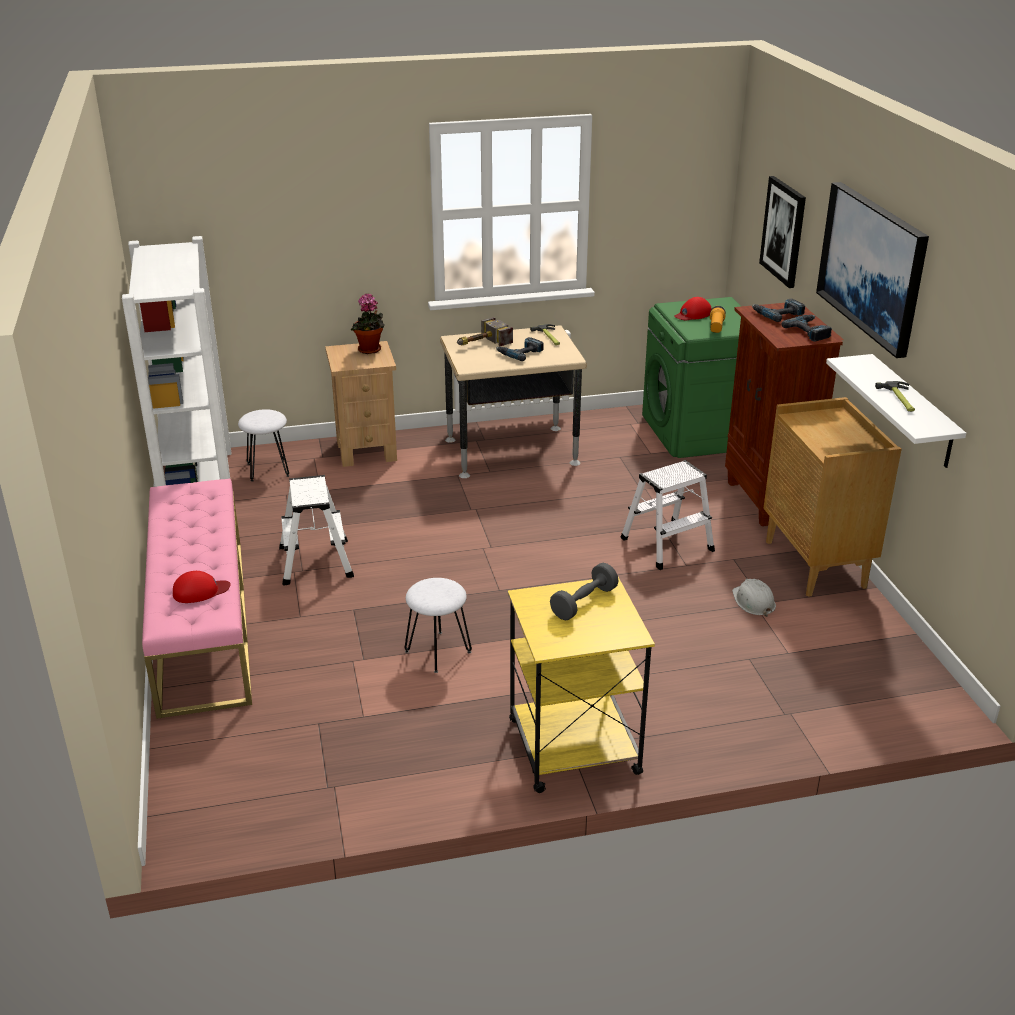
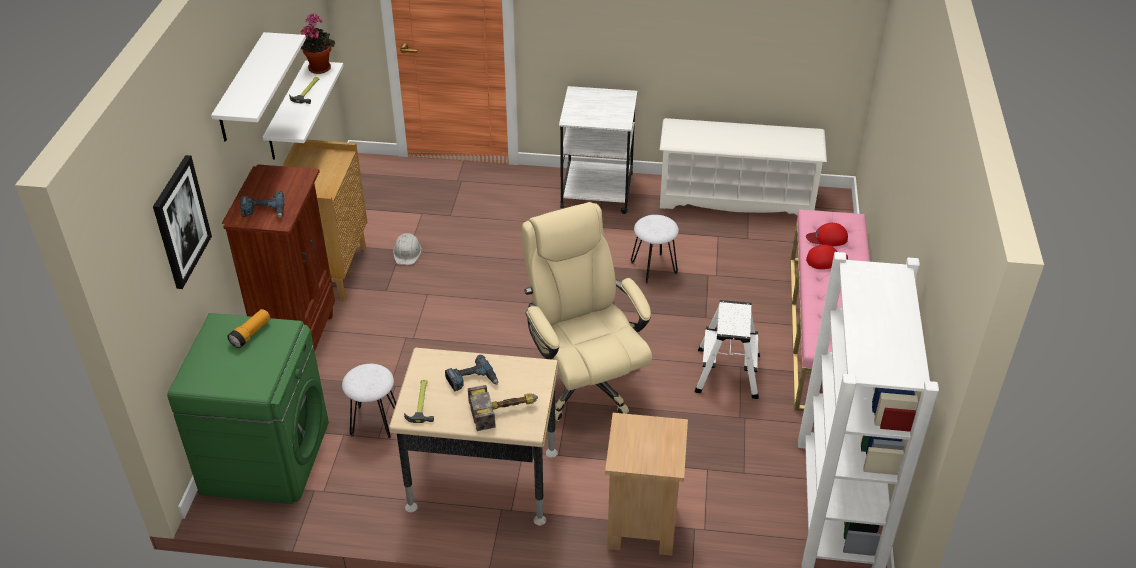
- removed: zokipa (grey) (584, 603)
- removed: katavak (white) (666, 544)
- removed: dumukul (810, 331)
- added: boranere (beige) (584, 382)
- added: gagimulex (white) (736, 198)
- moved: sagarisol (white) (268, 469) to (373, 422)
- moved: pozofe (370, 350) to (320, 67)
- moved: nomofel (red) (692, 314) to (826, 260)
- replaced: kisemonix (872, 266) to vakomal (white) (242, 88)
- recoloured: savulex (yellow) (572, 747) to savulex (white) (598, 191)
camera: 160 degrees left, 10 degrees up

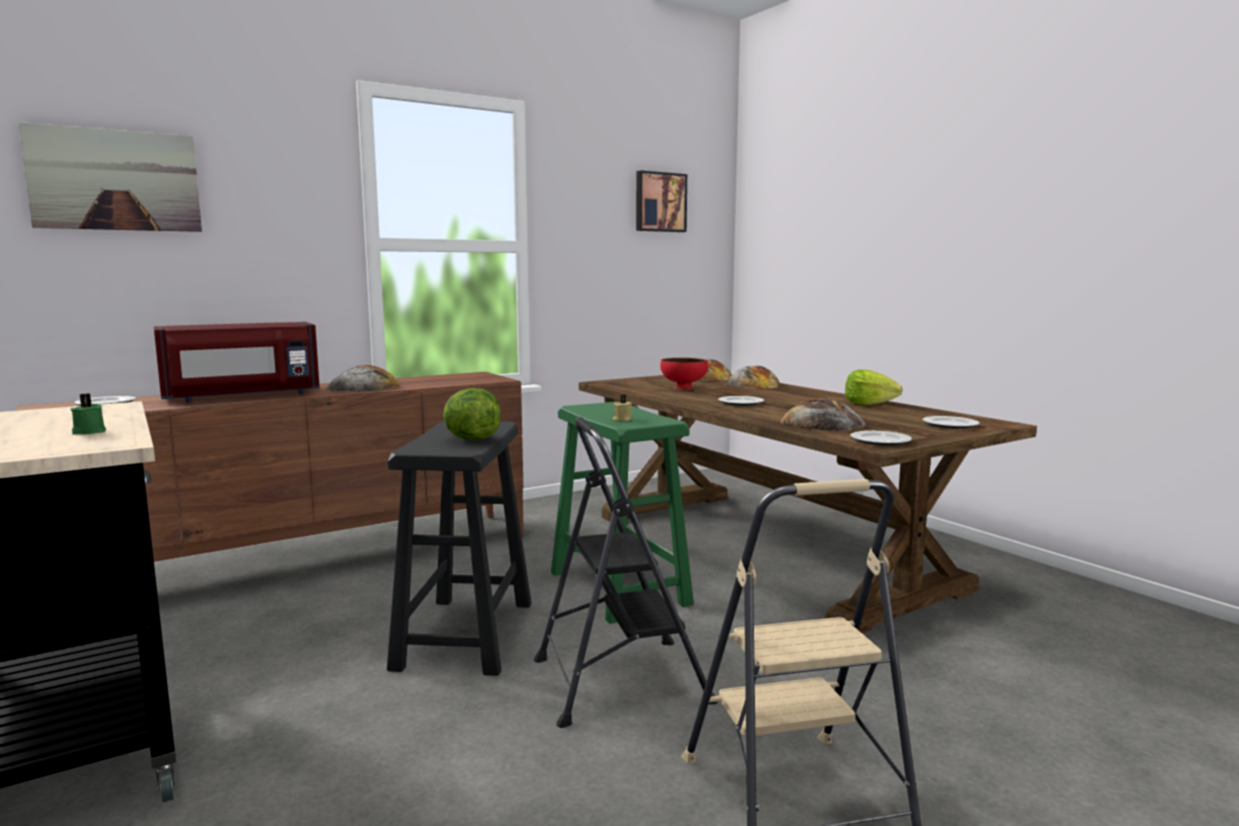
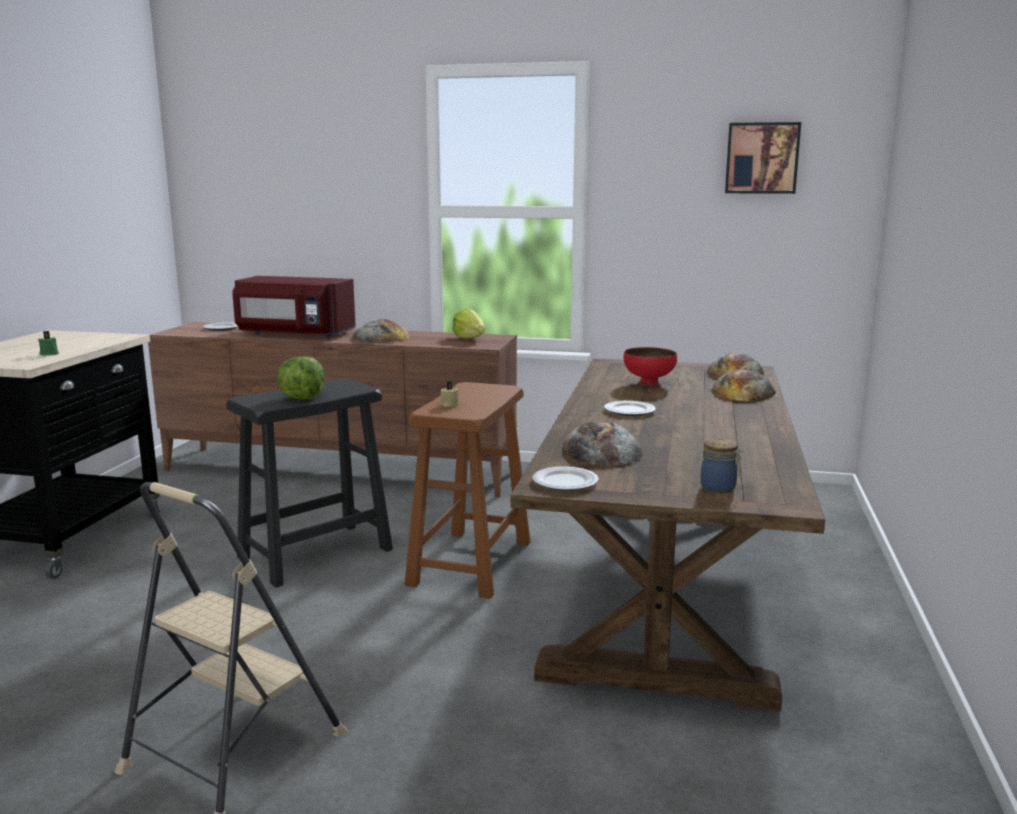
- removed: kisemonix (115, 180)
- removed: katavak (black) (615, 680)
- moved: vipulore (868, 404) to (470, 338)
- replaced: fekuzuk (950, 425) to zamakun (719, 488)
- recoloured: sagarisol (green) (618, 588) to sagarisol (brown) (471, 562)
camera: 45 degrees right, 5 degrees up

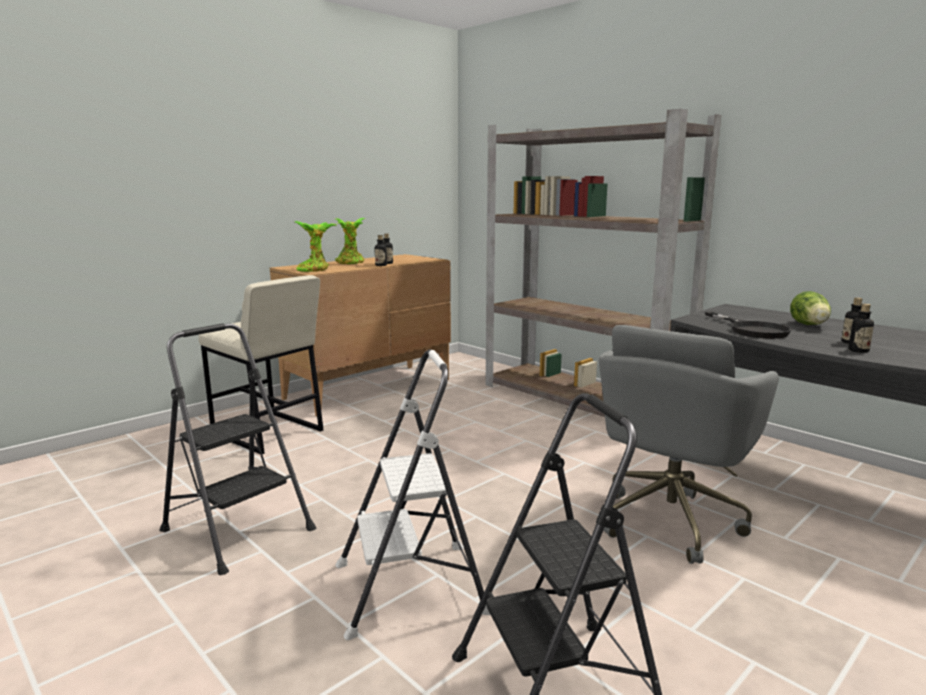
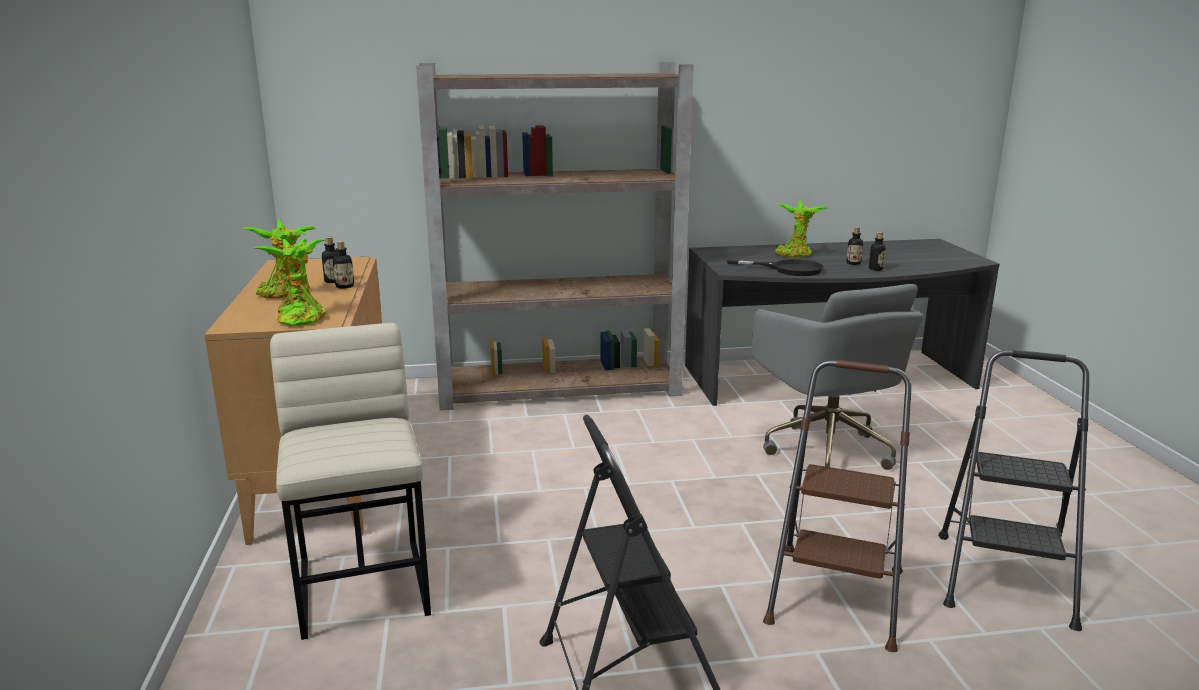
- replaced: vipulore (810, 325) to pozofe (795, 255)
- recoloured: katavak (white) (415, 586) to katavak (brown) (837, 592)
- turned: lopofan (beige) (269, 433) = (363, 584) 90 degrees counterclockwise
camera: 55 degrees left, 5 degrees up

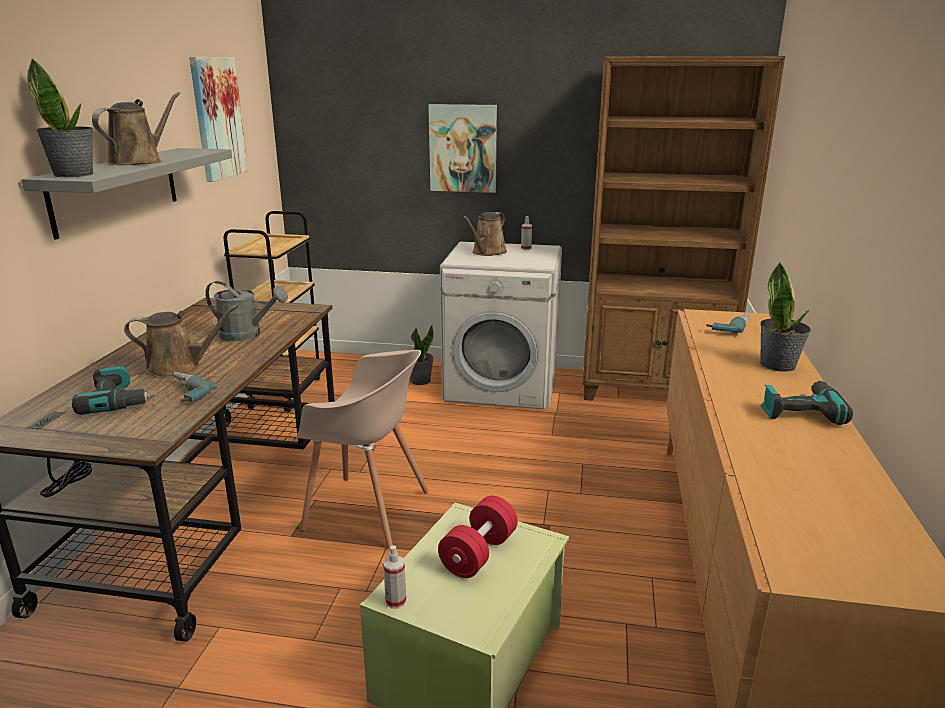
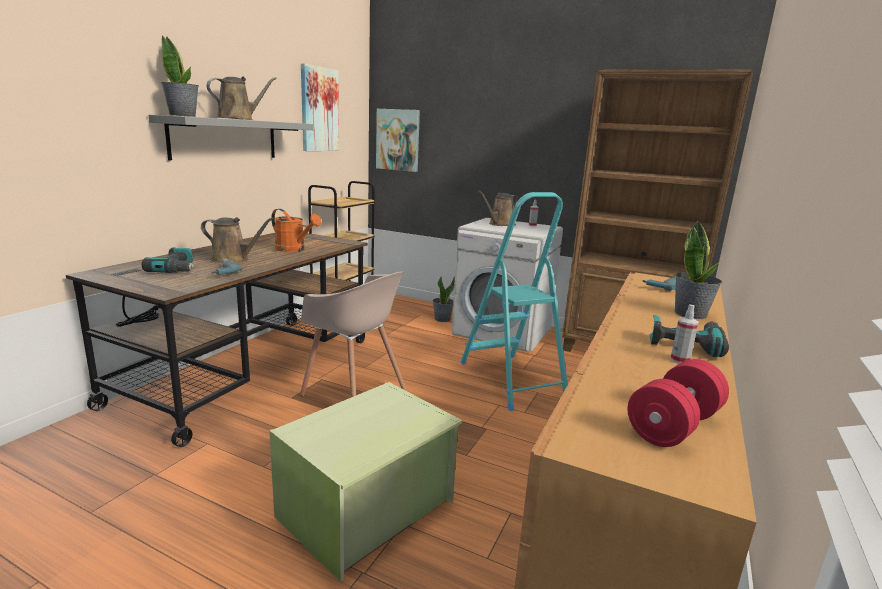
- added: katavak (turquoise) (510, 379)
- moved: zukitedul (395, 601) to (680, 360)
- moved: kisemonix (463, 148) to (398, 140)
- moved: zokipa (red) (478, 553) to (674, 425)
- recoloured: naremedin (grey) (247, 335) to naremedin (orange) (294, 249)
camera: 15 degrees right, 5 degrees down

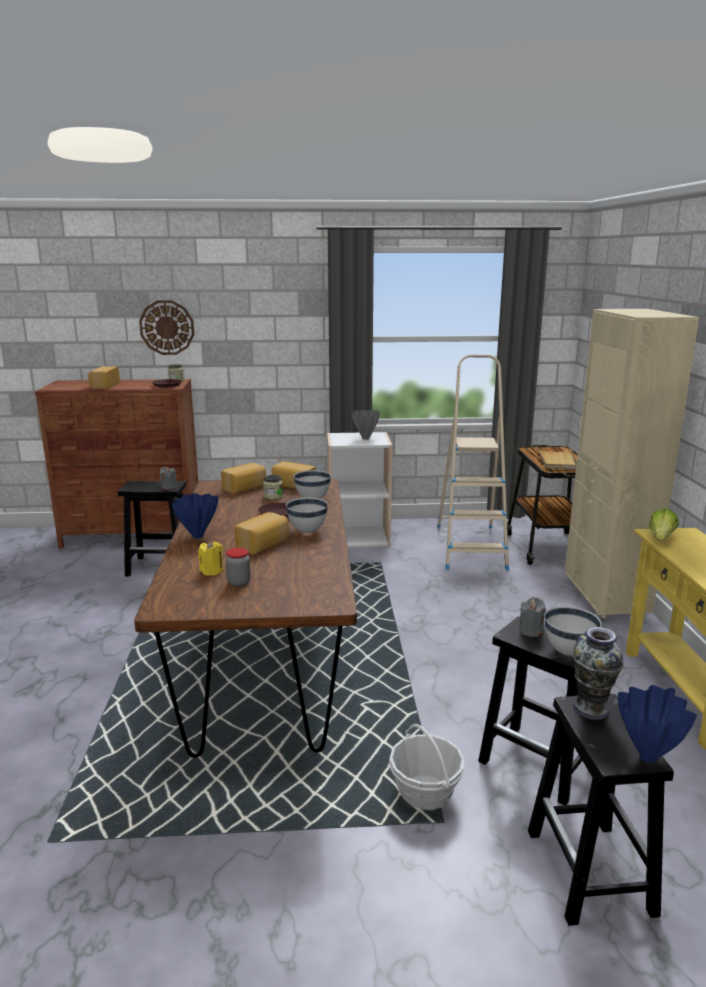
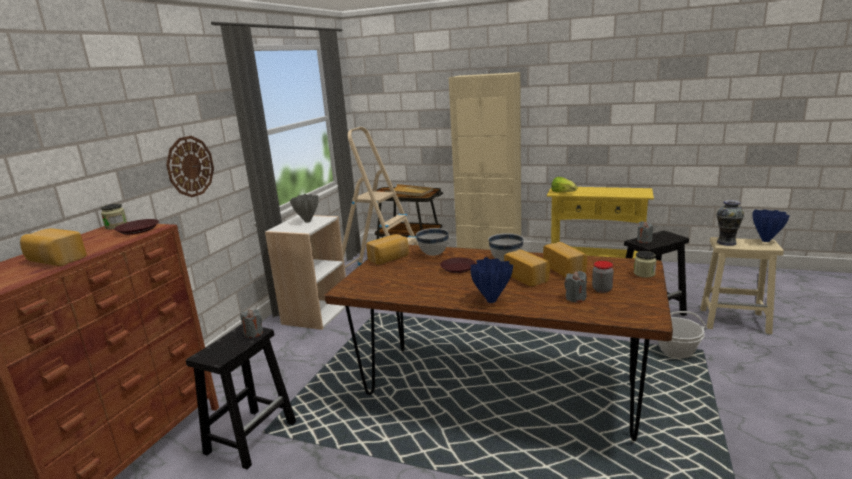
- removed: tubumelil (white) (568, 652)
- moved: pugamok (167, 327) to (190, 166)
- moved: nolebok (245, 488) to (565, 269)
- moved: zamakun (273, 496) to (644, 273)
- recoloured: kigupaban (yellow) (212, 571) to kigupaban (grey) (575, 298)
- recoloured: sagarisol (black) (591, 873) to sagarisol (beige) (735, 321)
camera: 65 degrees left, 0 degrees up

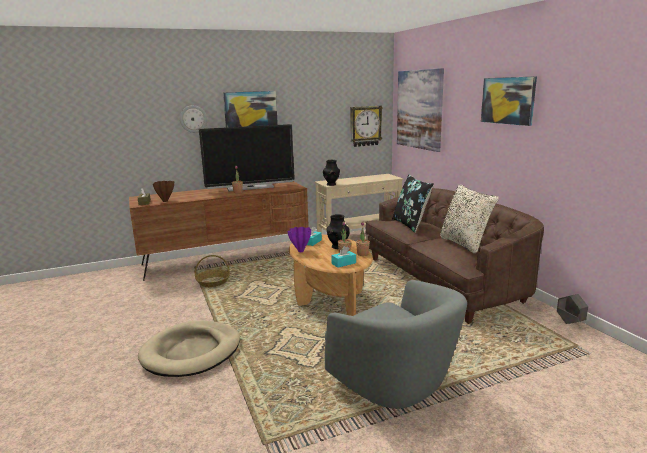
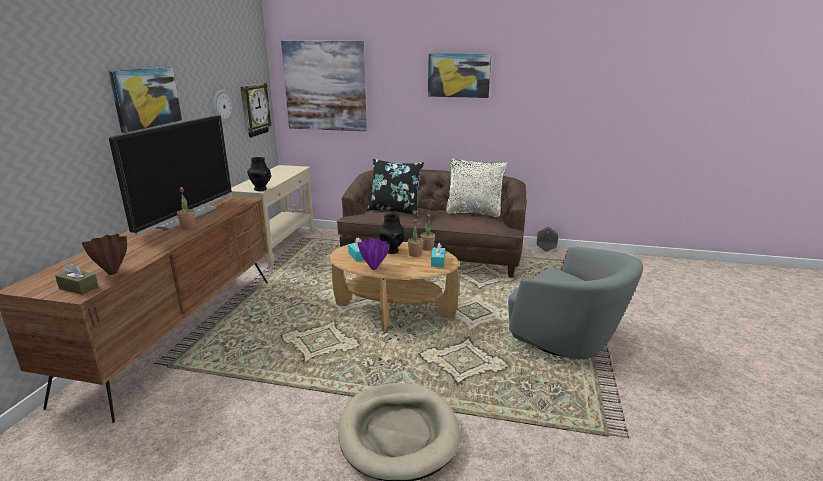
- removed: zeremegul (213, 282)
- moved: pugamok (193, 119) to (222, 106)
- turned: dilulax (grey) (395, 384) = (567, 340) 45 degrees clockwise
camera: 55 degrees left, 5 degrees up

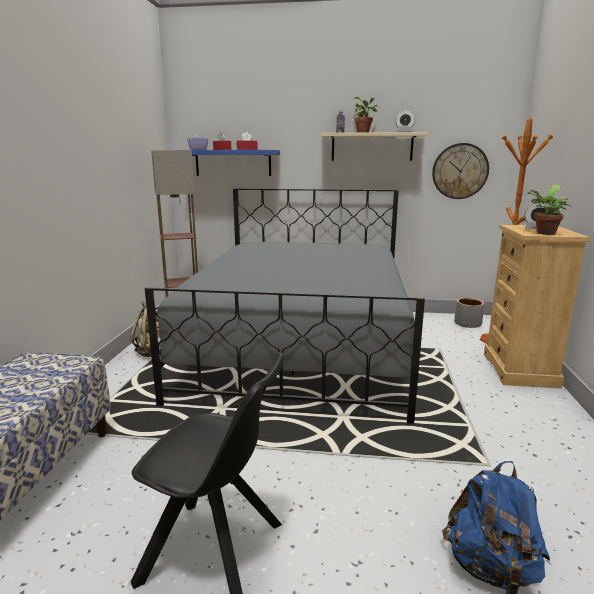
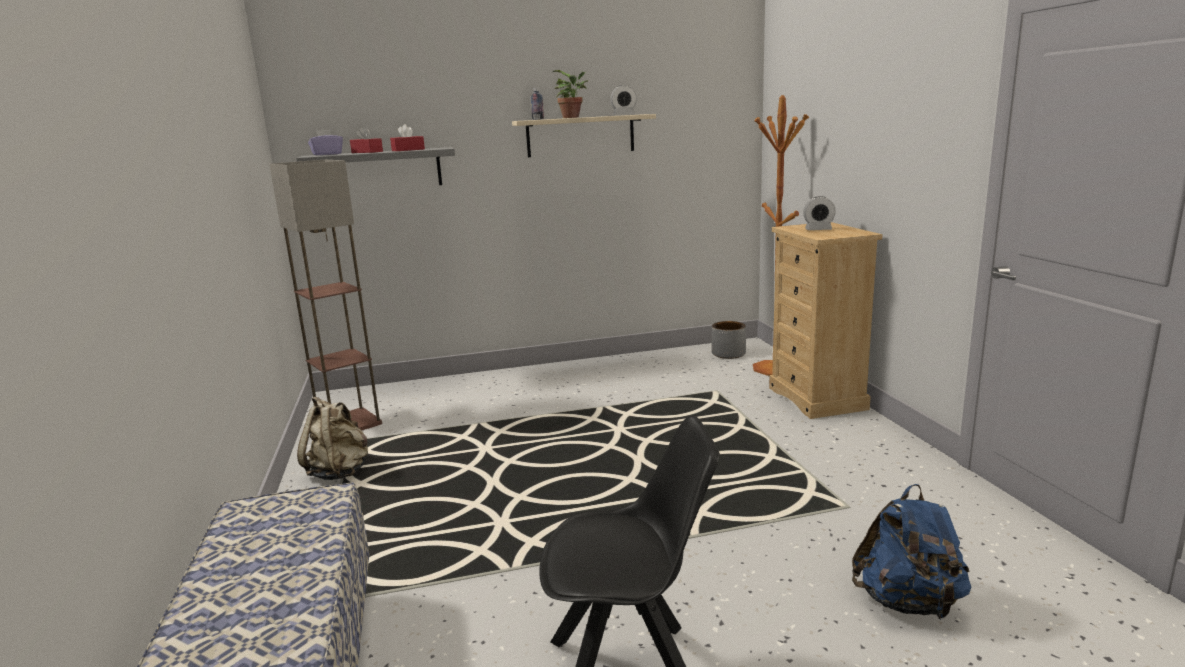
- removed: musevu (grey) (301, 348)
- removed: pugamok (460, 171)
- removed: pozofe (544, 233)
- recoloured: vakomal (blue) (233, 163) to vakomal (grey) (381, 170)
camera: 20 degrees left, 0 degrees up

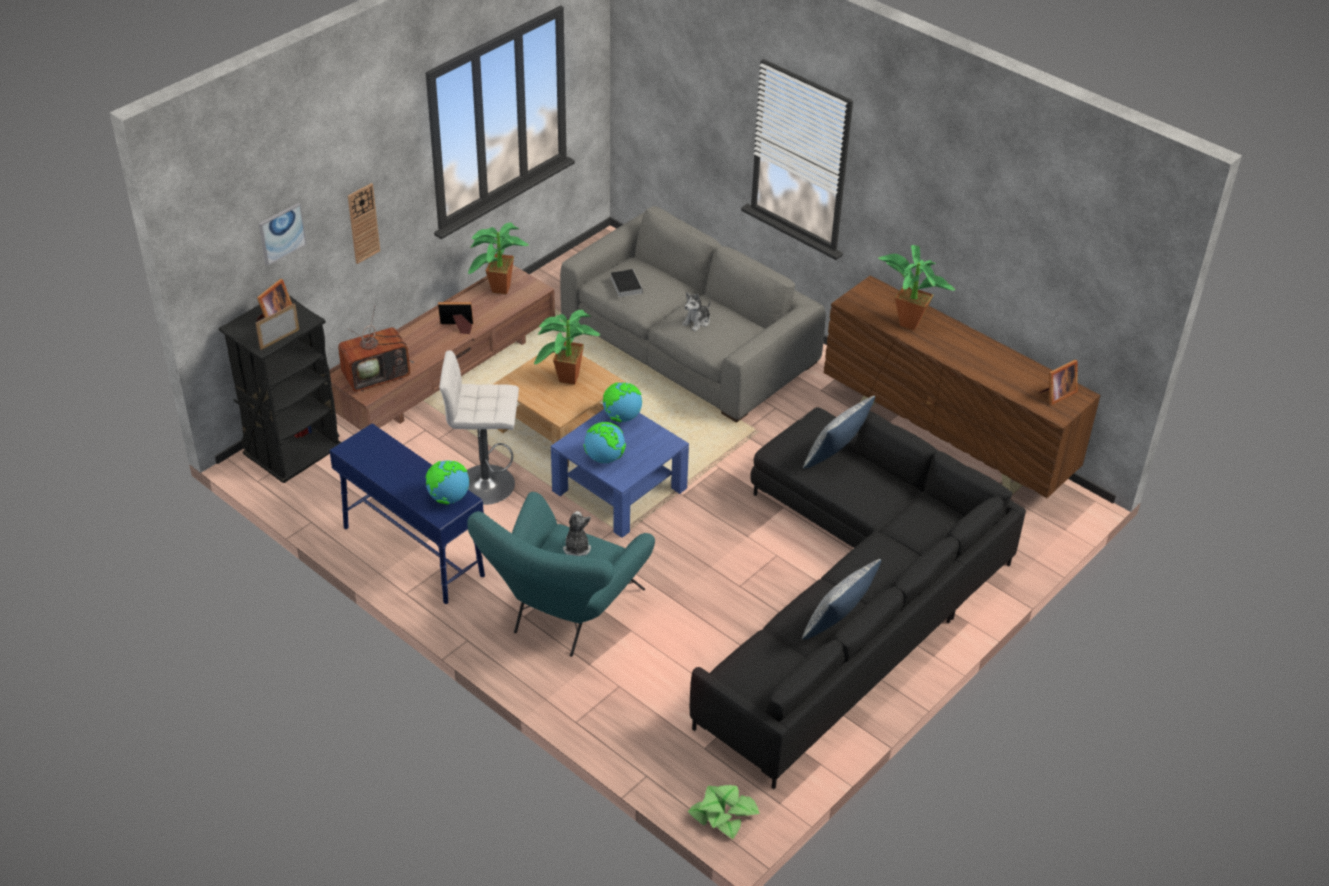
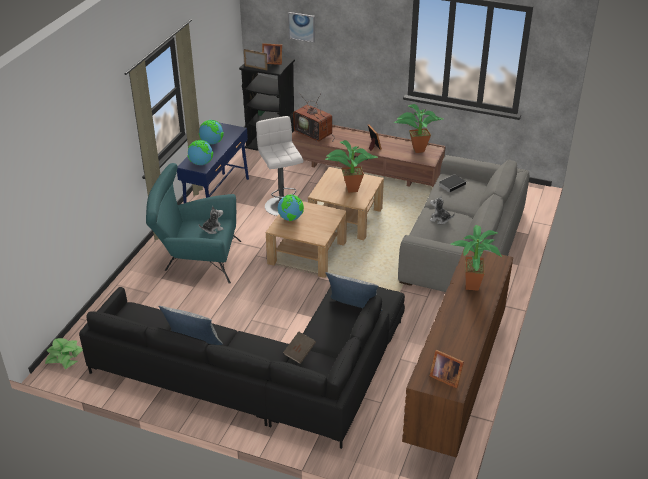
- removed: pugamok (363, 223)
- added: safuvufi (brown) (299, 353)
- moved: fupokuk (621, 417) to (212, 143)
- recoloured: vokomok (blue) (619, 489) to vokomok (brown) (307, 252)
camera: 70 degrees right, 5 degrees down

